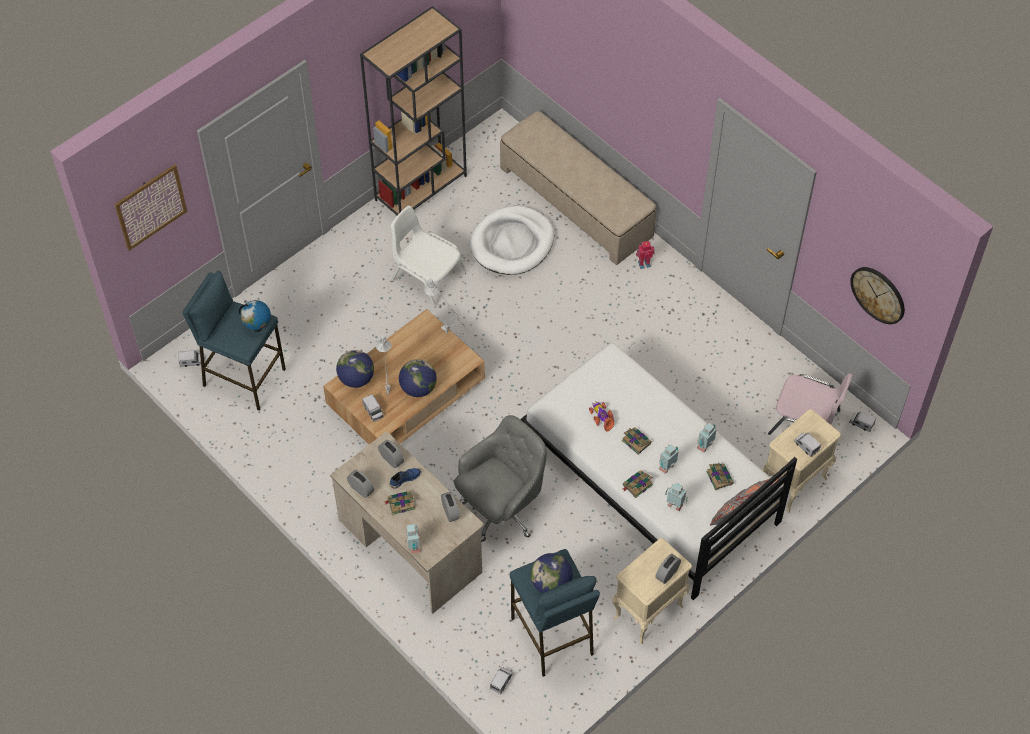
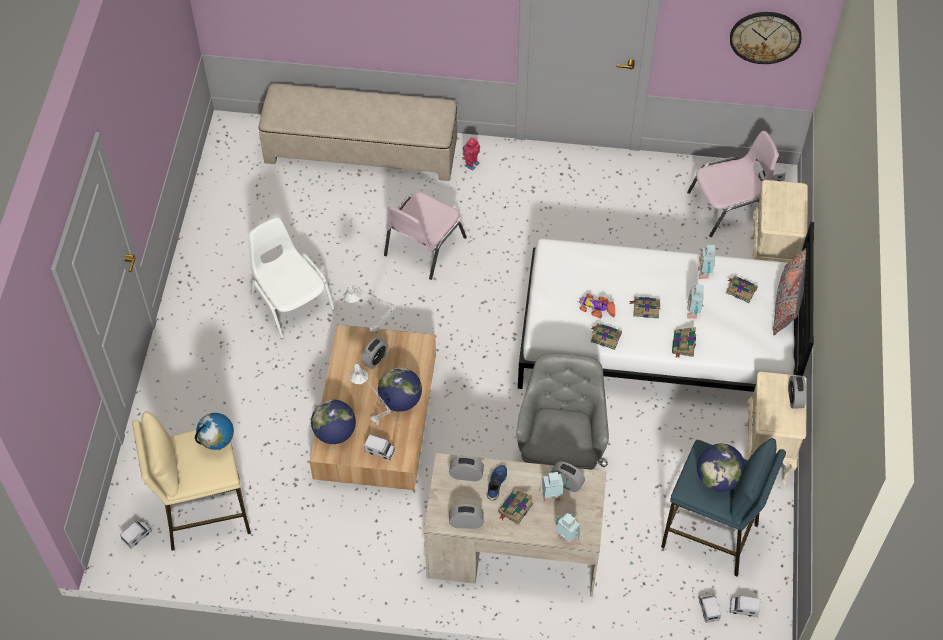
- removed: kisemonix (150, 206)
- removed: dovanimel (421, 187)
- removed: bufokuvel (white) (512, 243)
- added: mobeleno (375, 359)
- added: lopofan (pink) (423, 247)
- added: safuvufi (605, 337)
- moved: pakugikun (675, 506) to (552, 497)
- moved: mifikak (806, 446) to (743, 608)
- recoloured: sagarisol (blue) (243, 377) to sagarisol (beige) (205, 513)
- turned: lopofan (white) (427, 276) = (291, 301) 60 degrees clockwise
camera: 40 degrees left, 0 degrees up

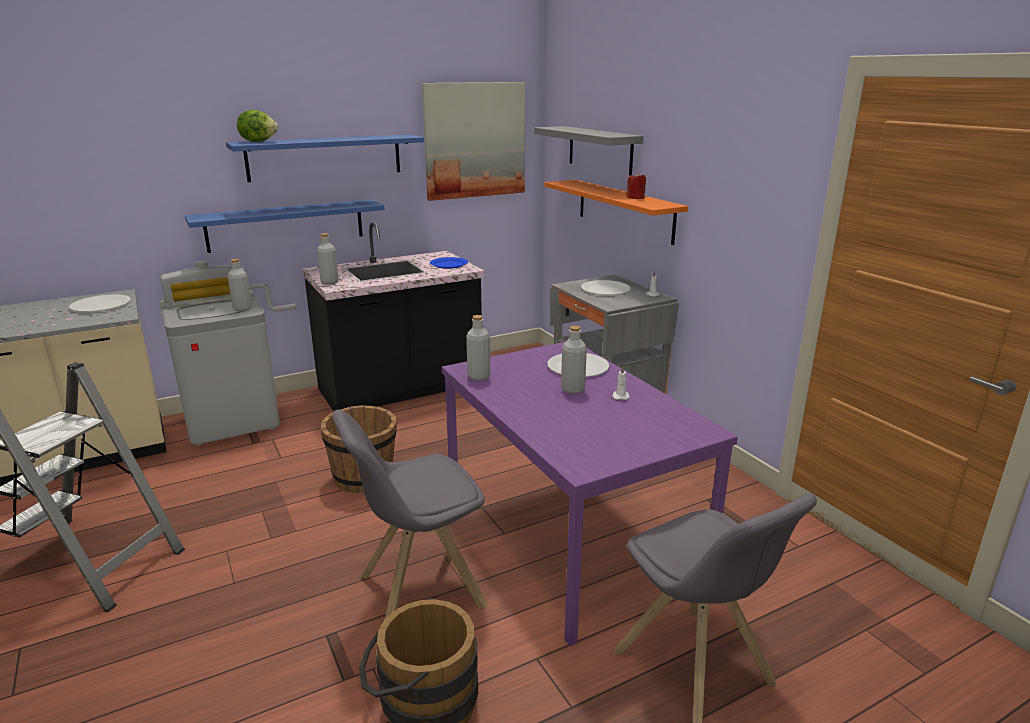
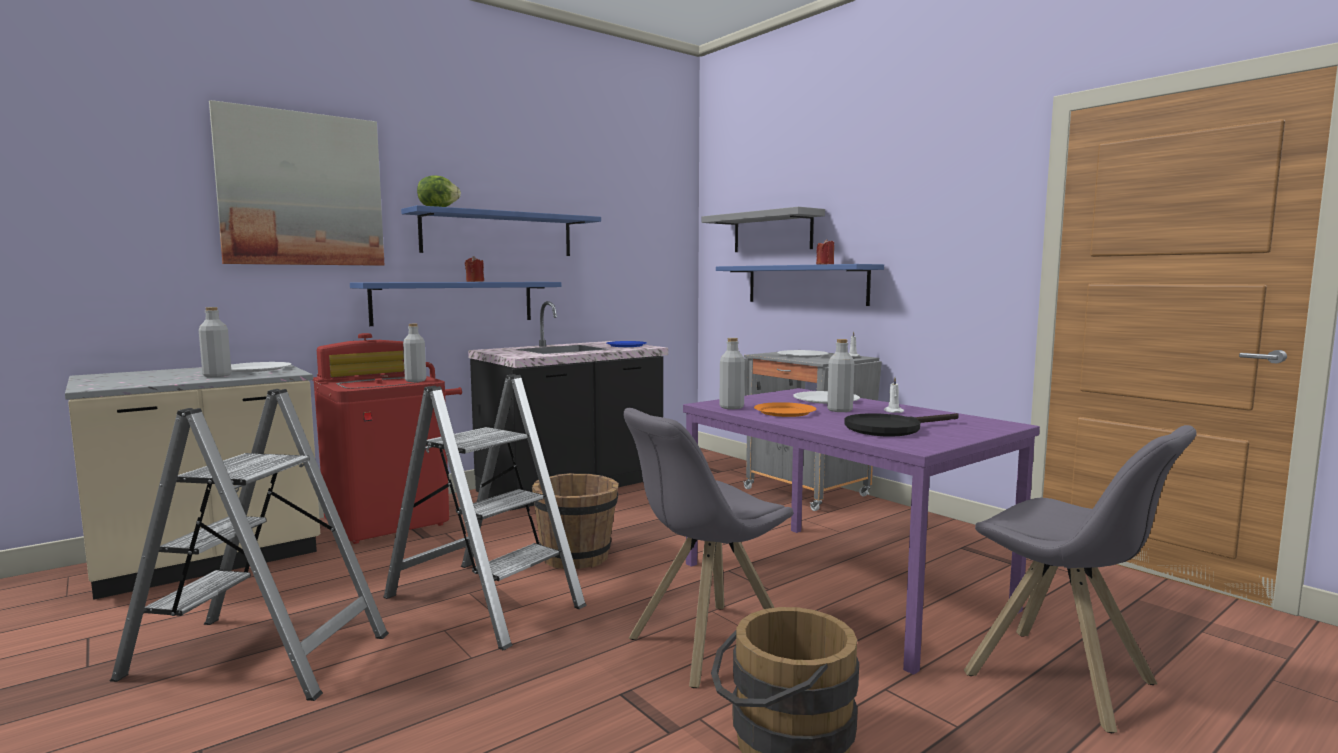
- added: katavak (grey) (482, 600)
- added: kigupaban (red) (475, 281)
- added: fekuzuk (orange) (784, 412)
- added: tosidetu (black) (890, 429)
- moved: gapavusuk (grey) (329, 282) to (217, 376)
- moved: kisemonix (474, 140) to (302, 189)
- recoloured: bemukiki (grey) (234, 420) to bemukiki (red) (389, 521)
- recoloured: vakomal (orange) (624, 210) to vakomal (blue) (805, 284)
camera: 10 degrees left, 15 degrees down

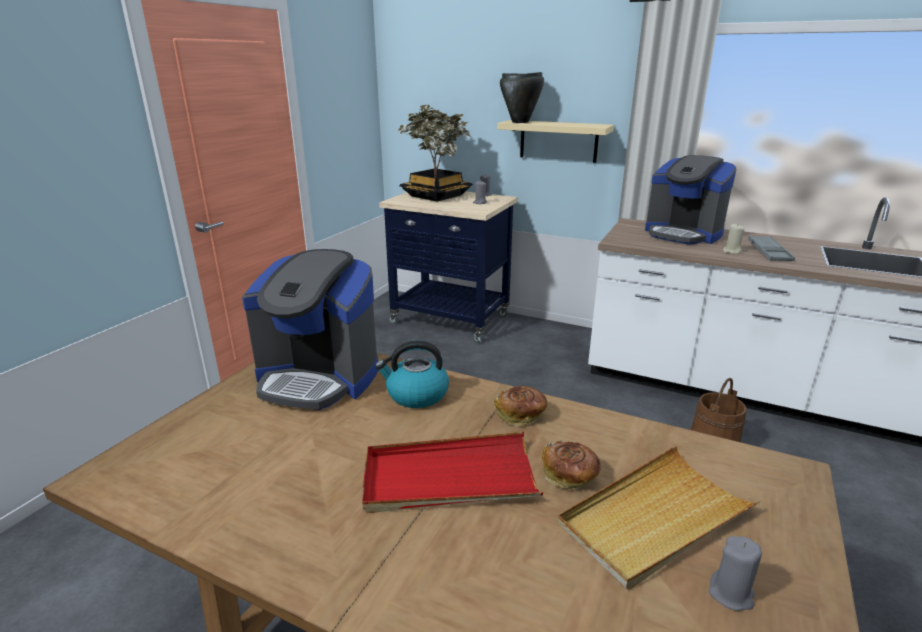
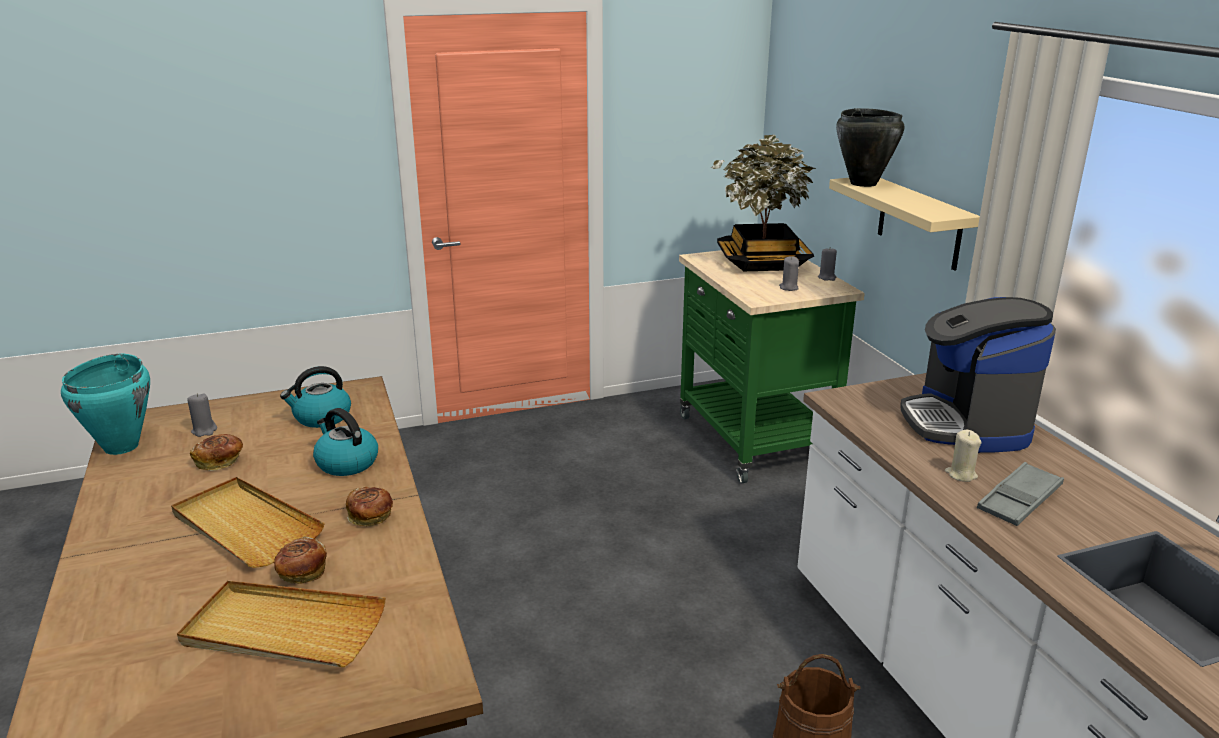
- added: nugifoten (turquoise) (122, 446)
- added: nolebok (220, 462)
- moved: kigupaban (grey) (731, 594) to (204, 431)
- replaced: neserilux (318, 378) to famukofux (321, 417)
- recoloured: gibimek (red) (449, 478) to gibimek (beige) (245, 526)
- recoloured: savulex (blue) (450, 320) to savulex (green) (755, 442)
camera: 45 degrees right, 0 degrees up

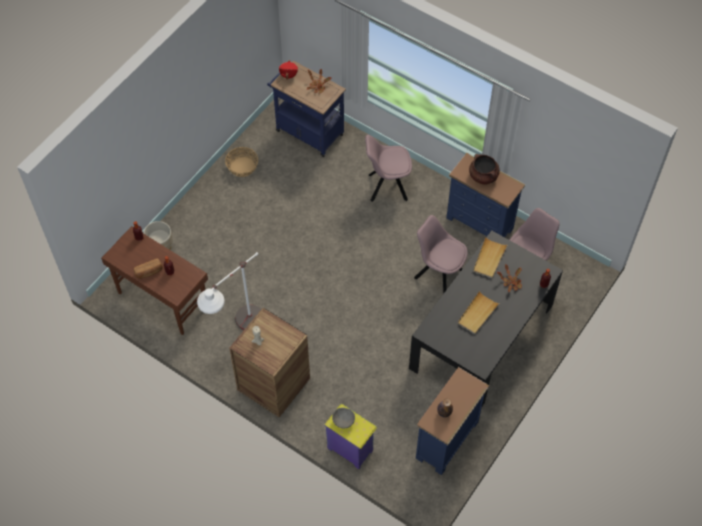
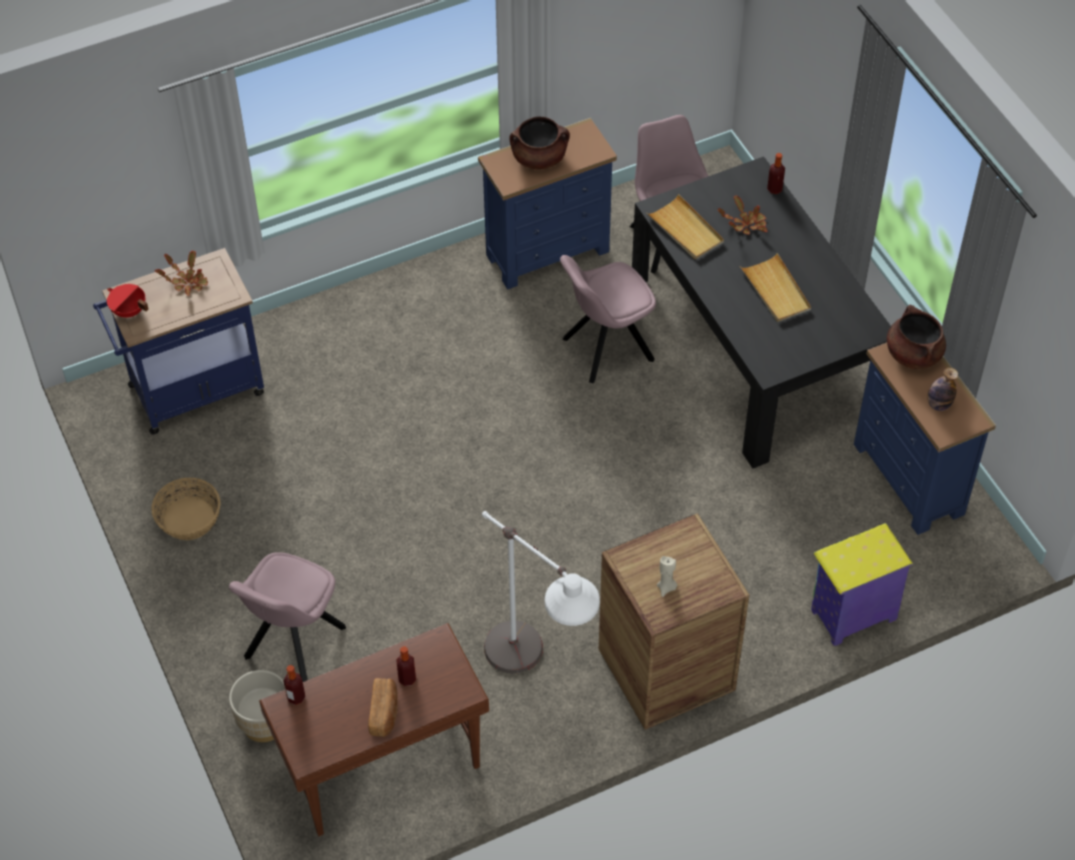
- removed: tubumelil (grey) (343, 421)
- added: nugifoten (brown) (913, 354)
- moved: lopofan (pink) (387, 187) to (293, 642)
camera: 60 degrees left, 5 degrees down

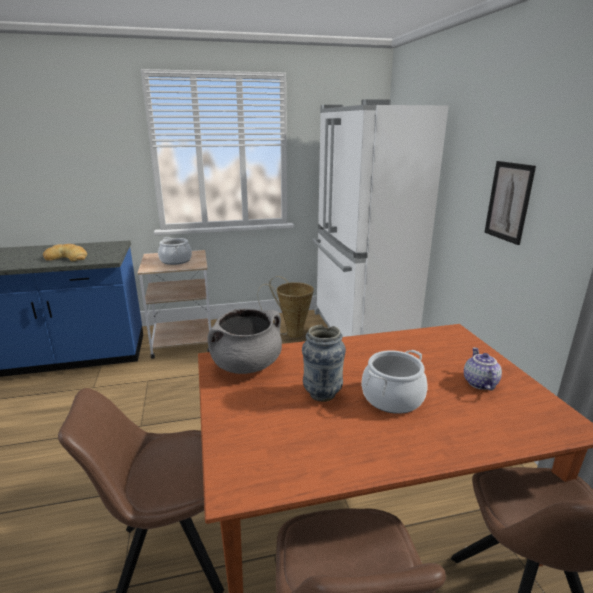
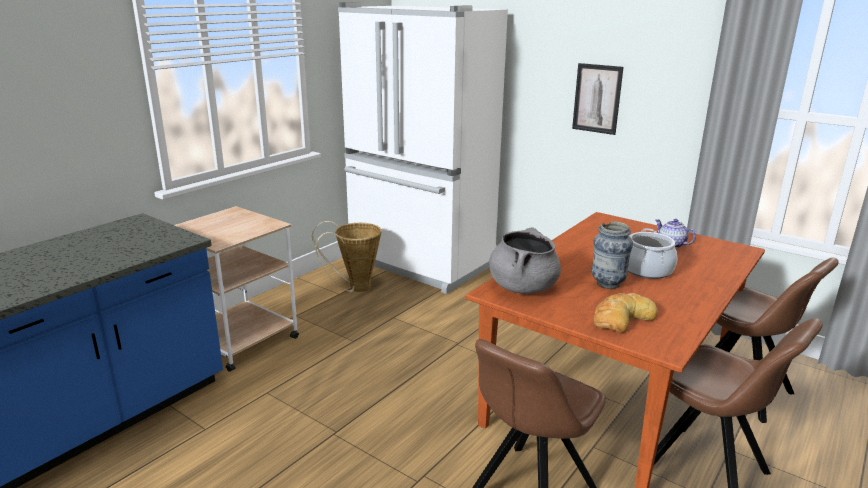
- removed: nugifoten (176, 260)
- moved: nolebok (67, 257) to (621, 318)
camera: 40 degrees left, 0 degrees up

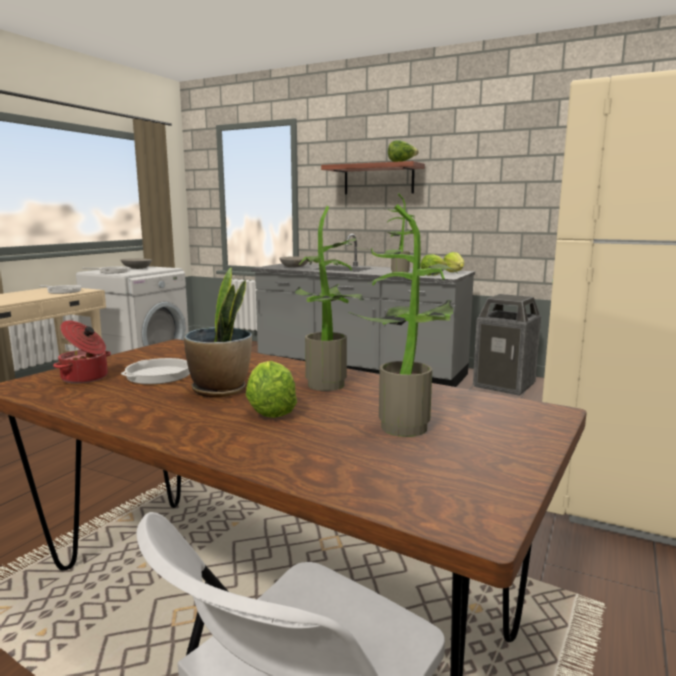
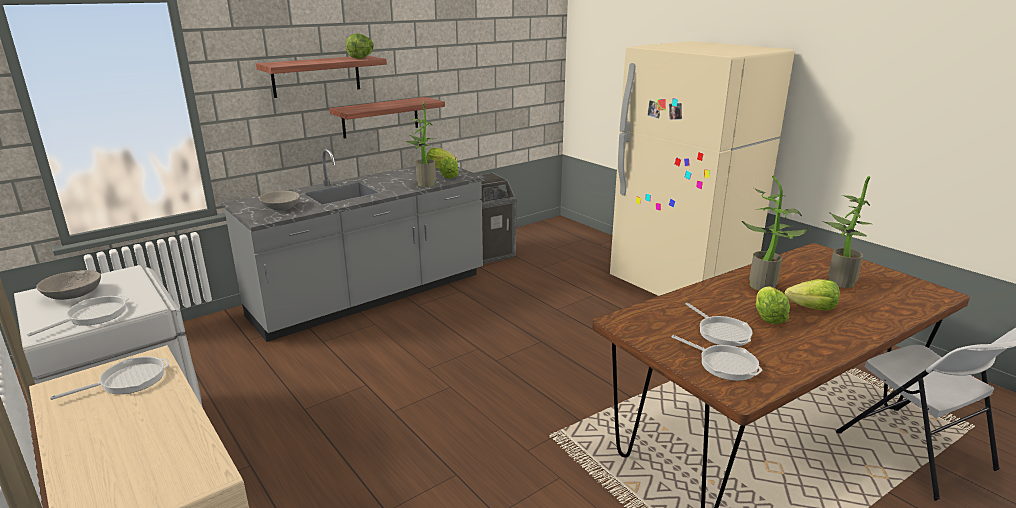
- added: vakomal (380, 117)
- replaced: nugifoten (86, 378) to tosidetu (724, 364)
- replaced: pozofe (221, 390) to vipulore (768, 317)
camera: 65 degrees left, 10 degrees up

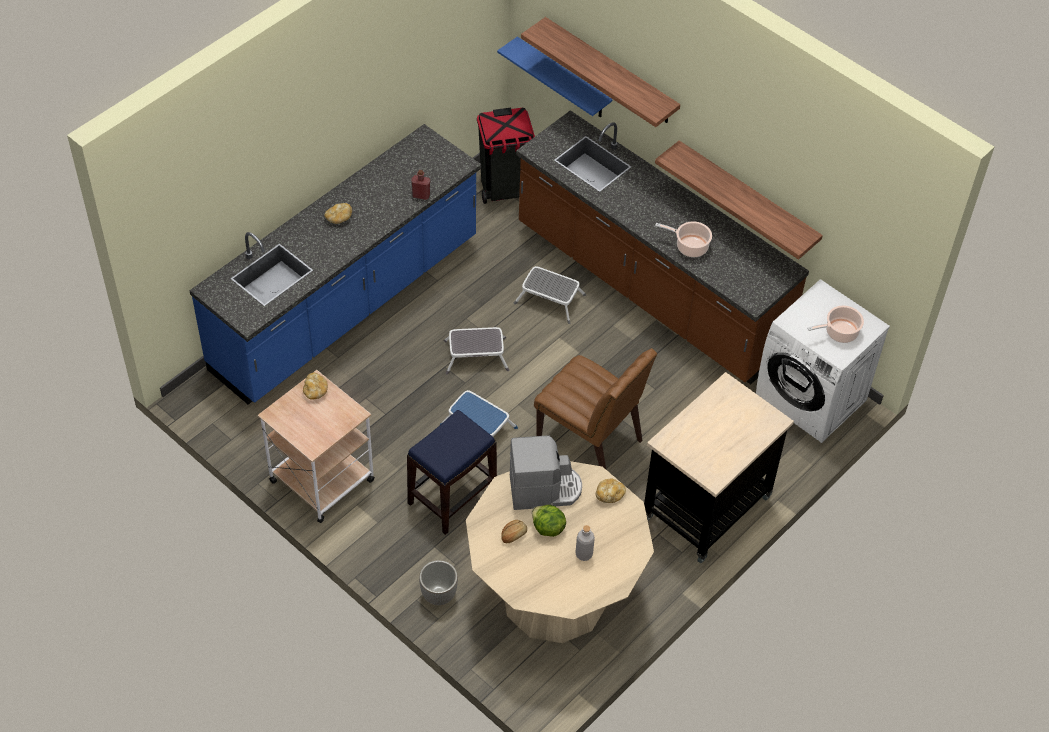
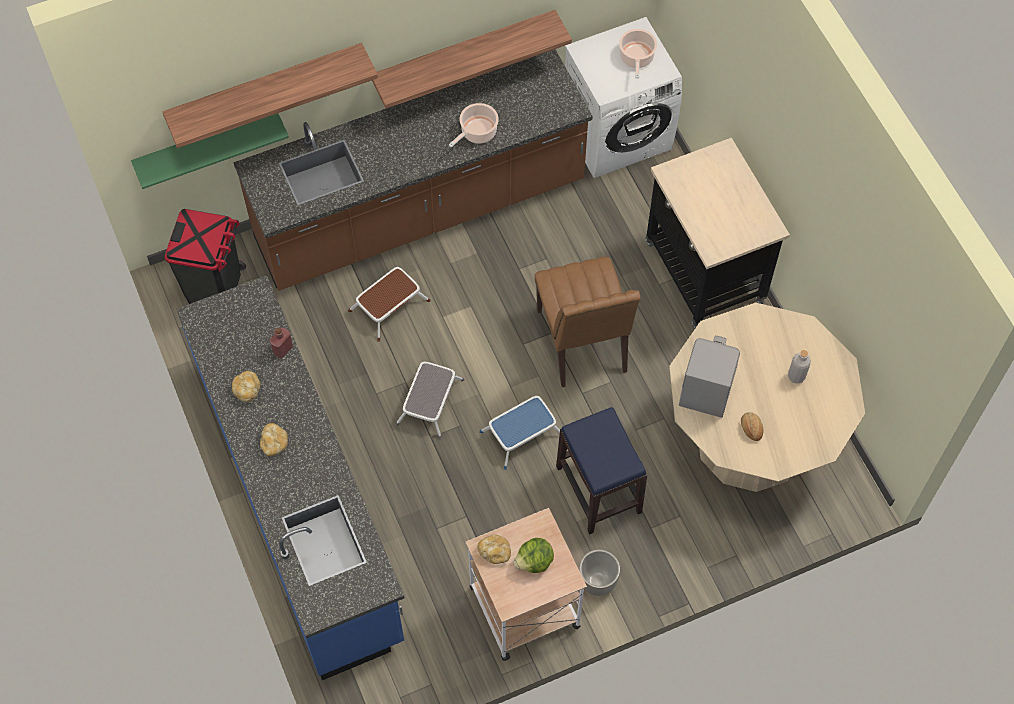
- moved: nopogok (439, 595) to (597, 582)
- moved: vipulore (547, 528) to (534, 562)
- moved: nolebok (609, 495) to (247, 389)
- recoloured: vakomal (blue) (563, 79) to vakomal (green) (207, 145)
- recoloured: katavak (grey) (549, 299) to katavak (brown) (389, 306)
- turned: lopofan (brown) (589, 439) = (581, 340) 105 degrees clockwise
camera: 65 degrees left, 10 degrees up

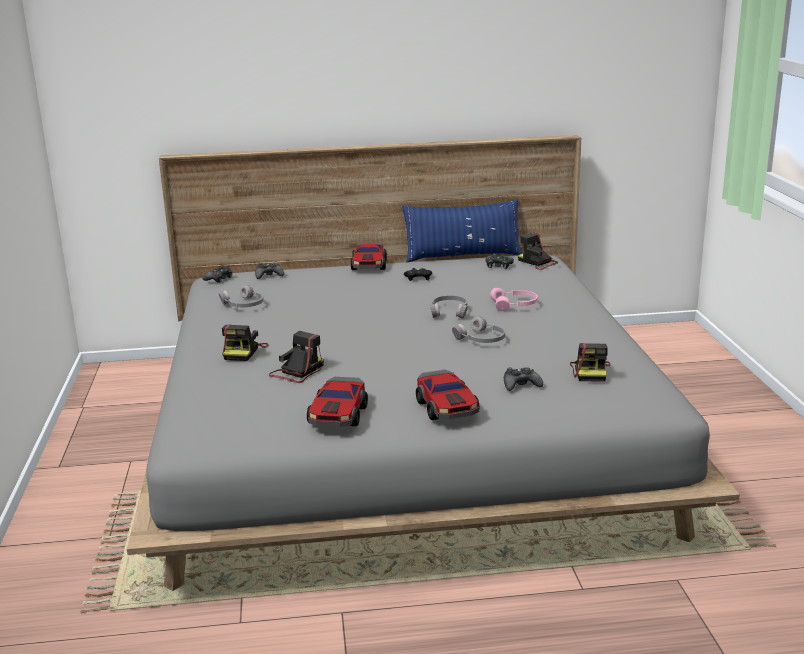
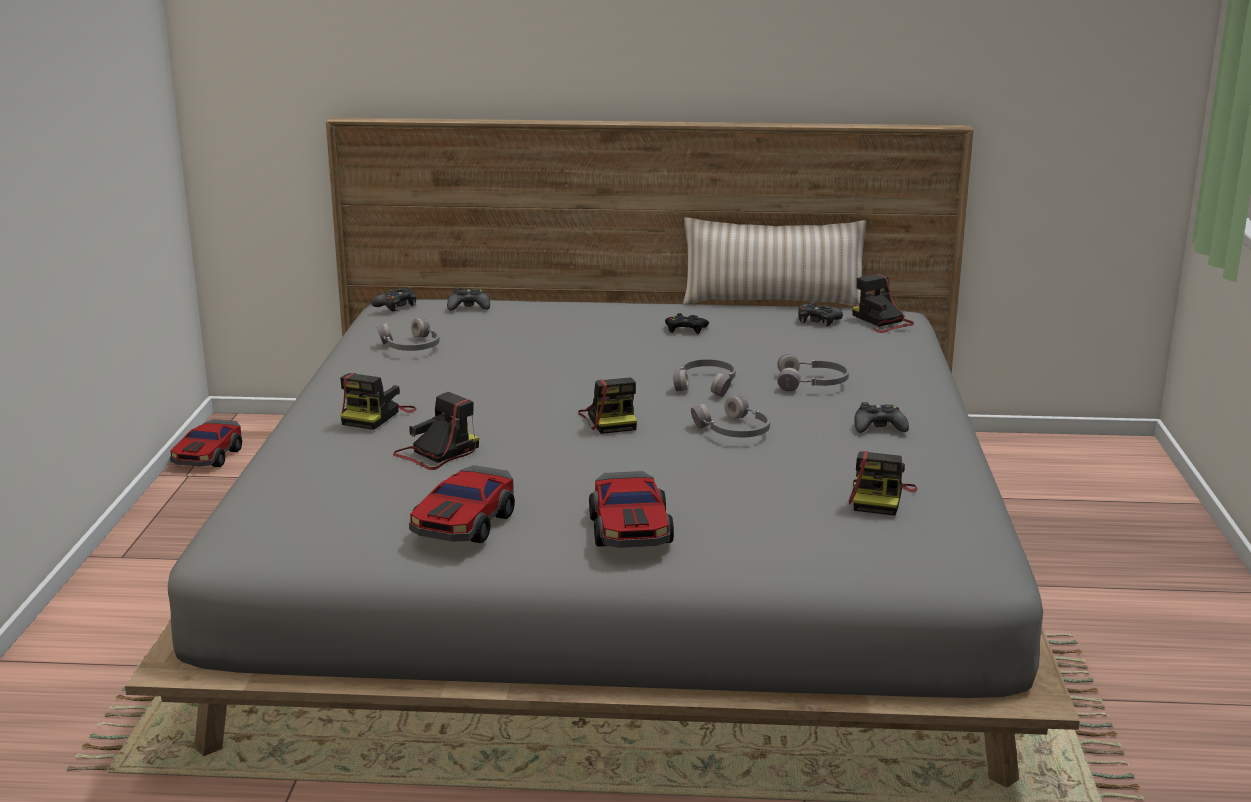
- added: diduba (610, 420)
- moved: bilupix (369, 265) to (208, 456)
- moved: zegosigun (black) (521, 385) to (878, 427)
- recoloured: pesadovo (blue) (462, 256) to pesadovo (beige) (772, 302)
- recoloured: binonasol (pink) (515, 305) to binonasol (grey) (812, 383)
camera: 10 degrees right, 0 degrees up

